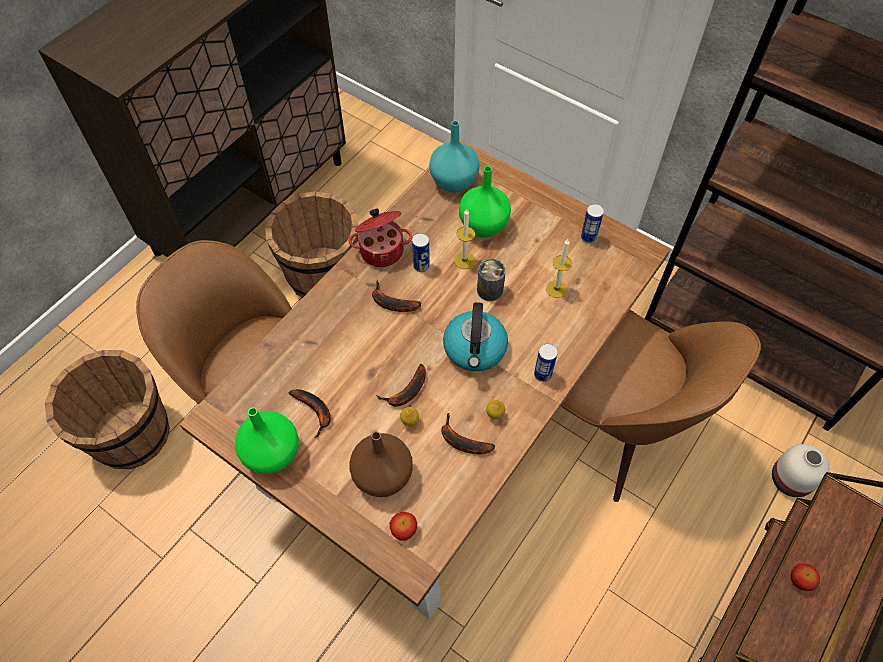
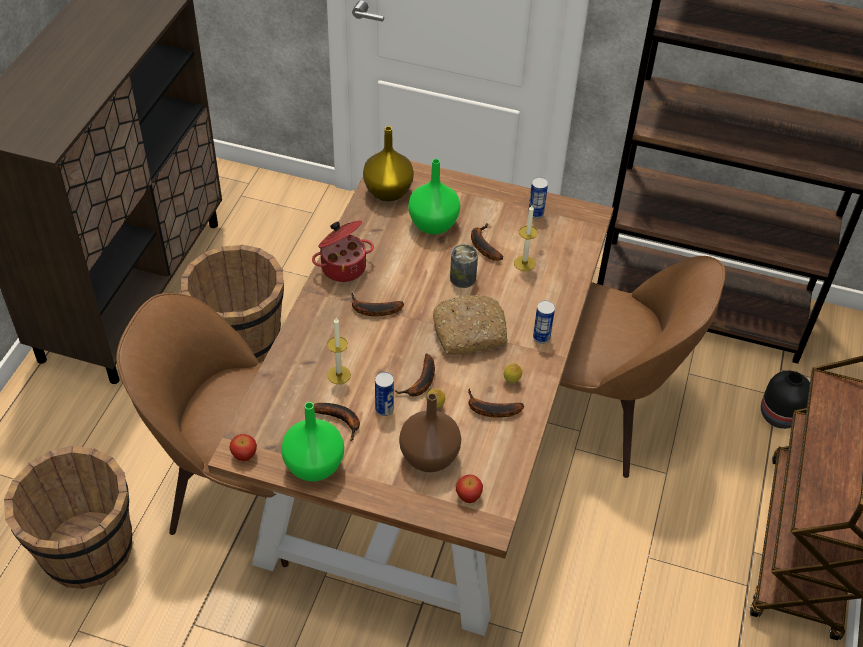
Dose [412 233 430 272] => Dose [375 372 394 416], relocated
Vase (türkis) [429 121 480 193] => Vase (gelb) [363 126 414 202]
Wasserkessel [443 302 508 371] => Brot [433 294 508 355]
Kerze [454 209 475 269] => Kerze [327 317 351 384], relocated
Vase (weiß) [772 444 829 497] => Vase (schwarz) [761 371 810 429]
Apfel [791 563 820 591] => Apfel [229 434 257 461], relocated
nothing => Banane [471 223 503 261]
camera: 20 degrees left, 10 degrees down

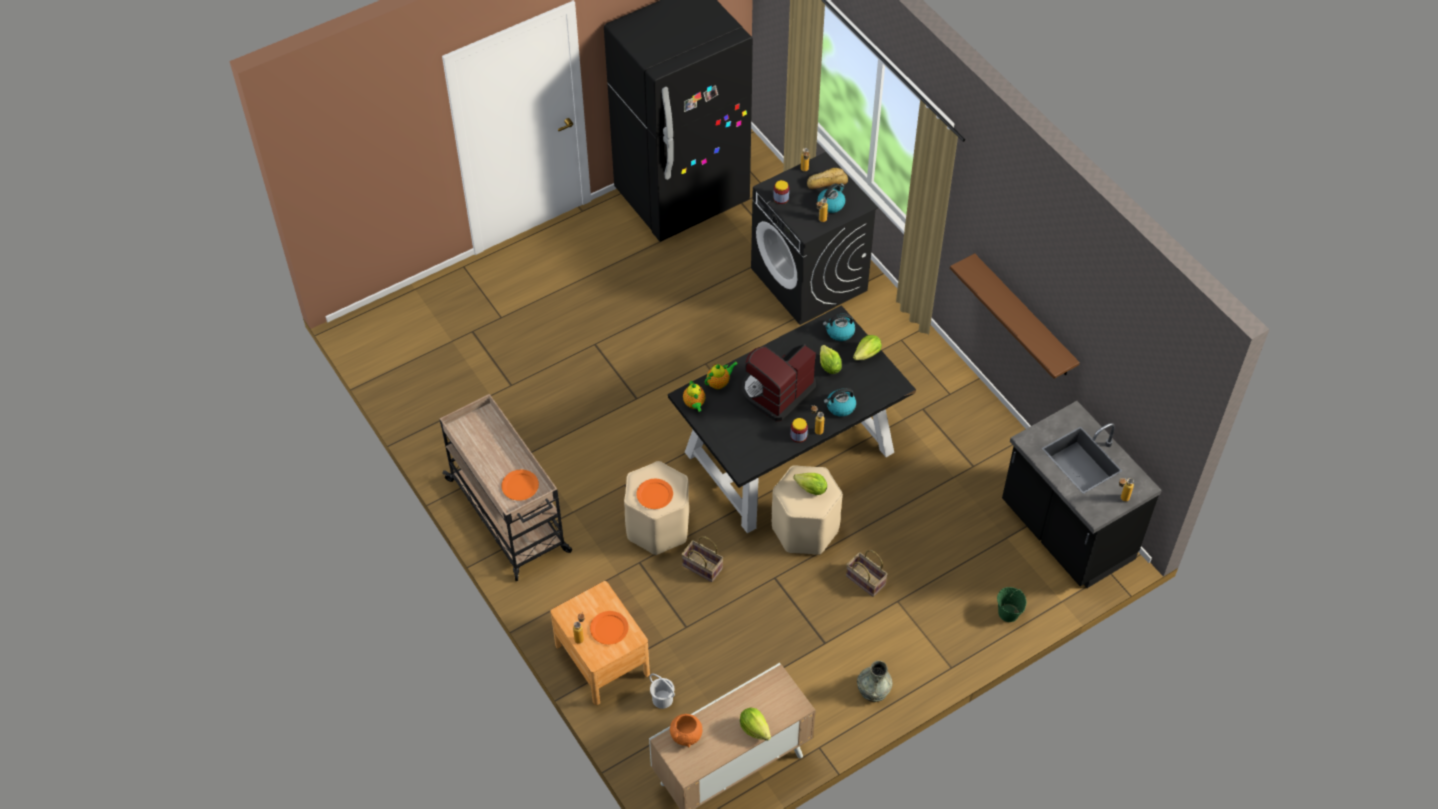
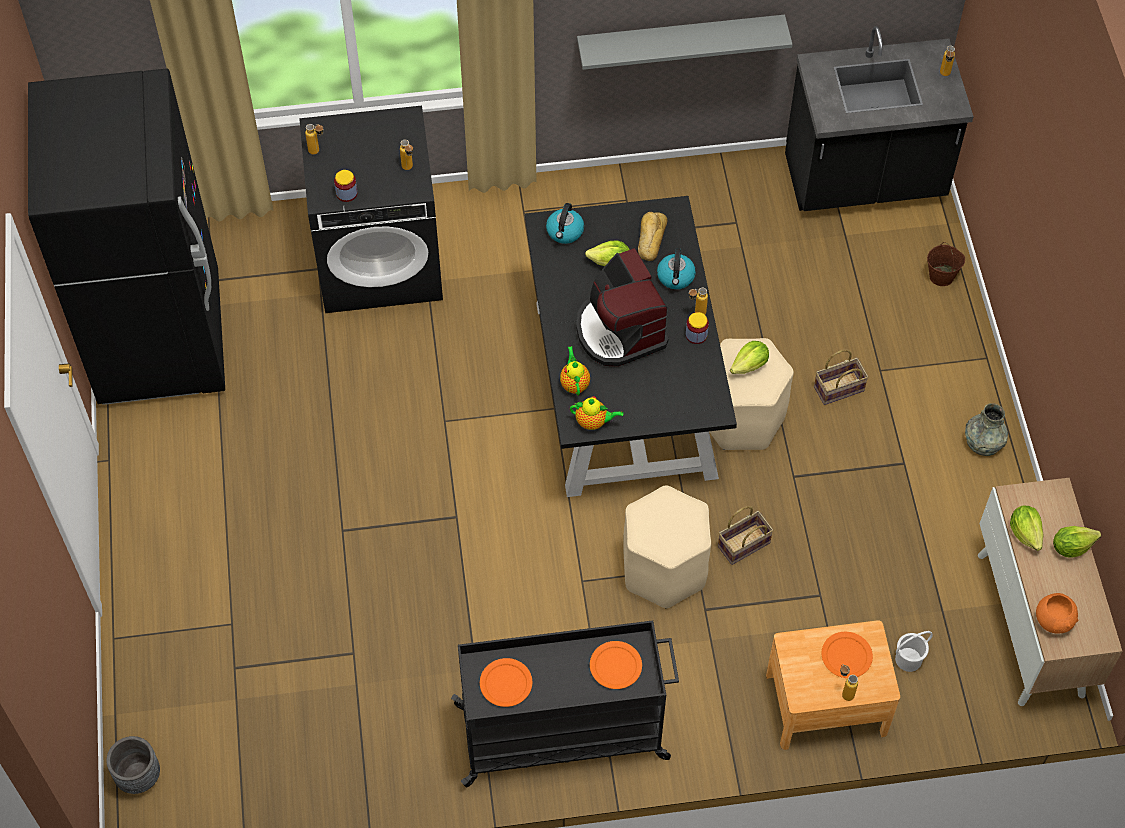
Rollwagen (beige) [440 394 572 581] => Rollwagen (schwarz) [451 620 679 787]
Teller (orange) [636 479 673 509] => Teller (orange) [480 658 532 707], relocated
Brot [807 168 848 189] => Brot [638 212 667 261], relocated
Wasserkessel [817 183 845 213] => nothing
Salatkopf [853 335 882 360] => Salatkopf [1010 505 1044 551], relocated
Wandregal (braun) [950 253 1080 379] => Wandregal (grau) [577 15 792 70]
Eimer (grün) [997 587 1027 622] => Eimer (braun) [927 242 965 286]
nothing => Pflanzkübel (grau) [106 736 160 794]
camera: 65 degrees left, 5 degrees up

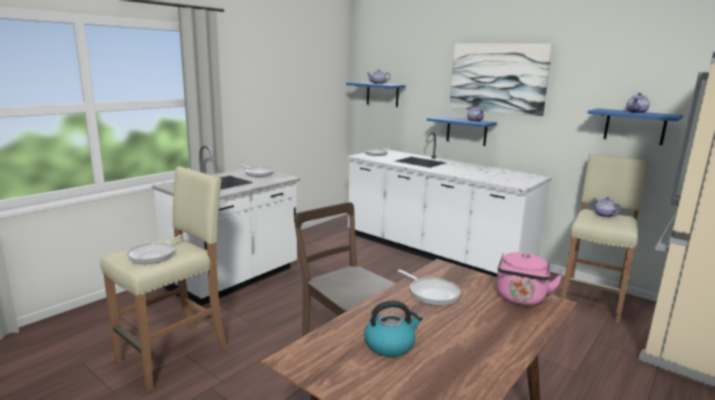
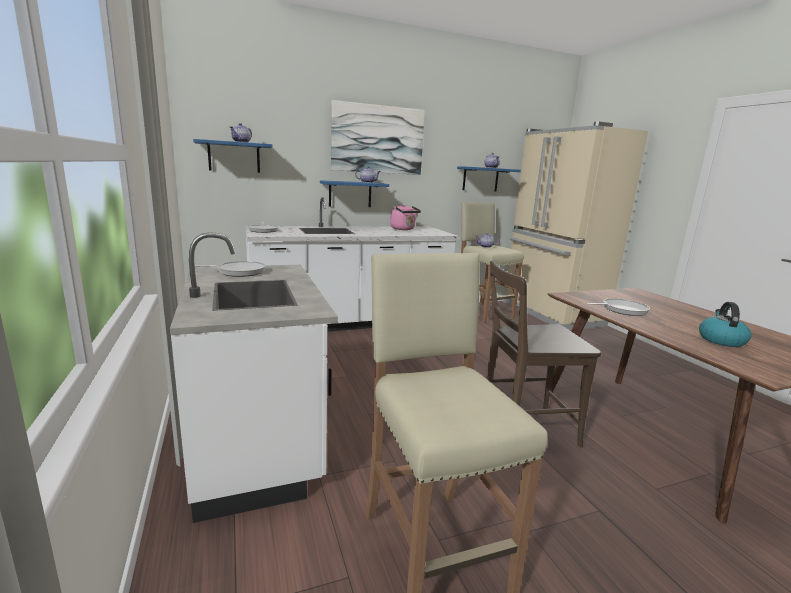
Pfanne [127 235 183 264] => nothing
Wasserkessel (rosa) [496 252 563 306] => Wasserkessel (rosa) [390 204 421 230], relocated
camera: 60 degrees left, 0 degrees up

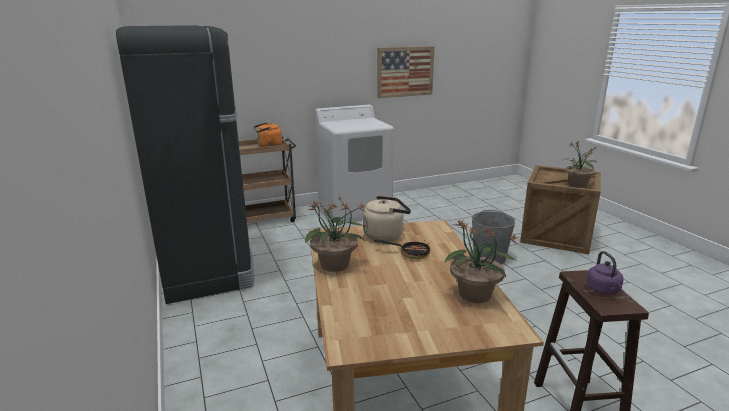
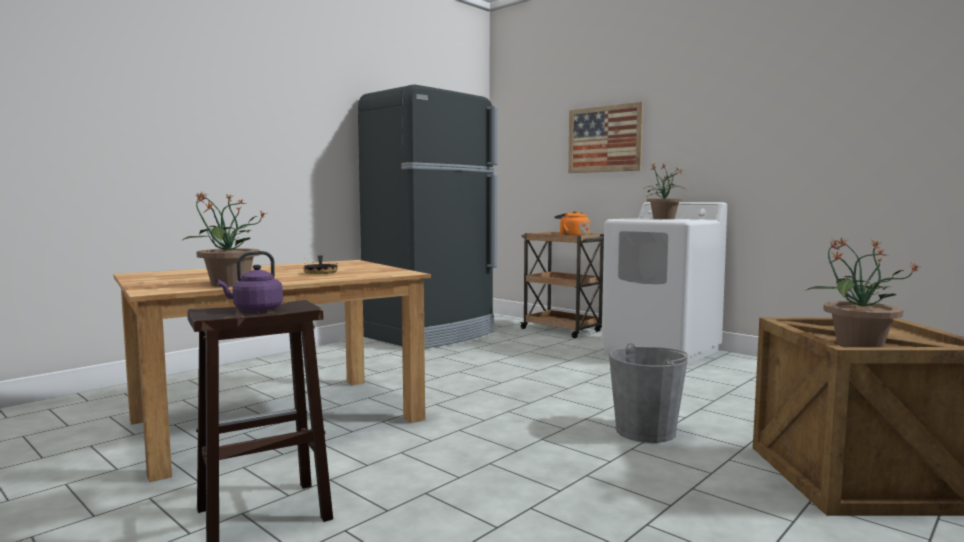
Topfpflanze [305 197 365 272] => Topfpflanze [643 163 687 219], relocated
Wasserkessel (beige) [363 196 411 242] => nothing
Bild [377 46 434 98] => Bild [568 102 644 173], relocated
camera: 65 degrees right, 15 degrees down

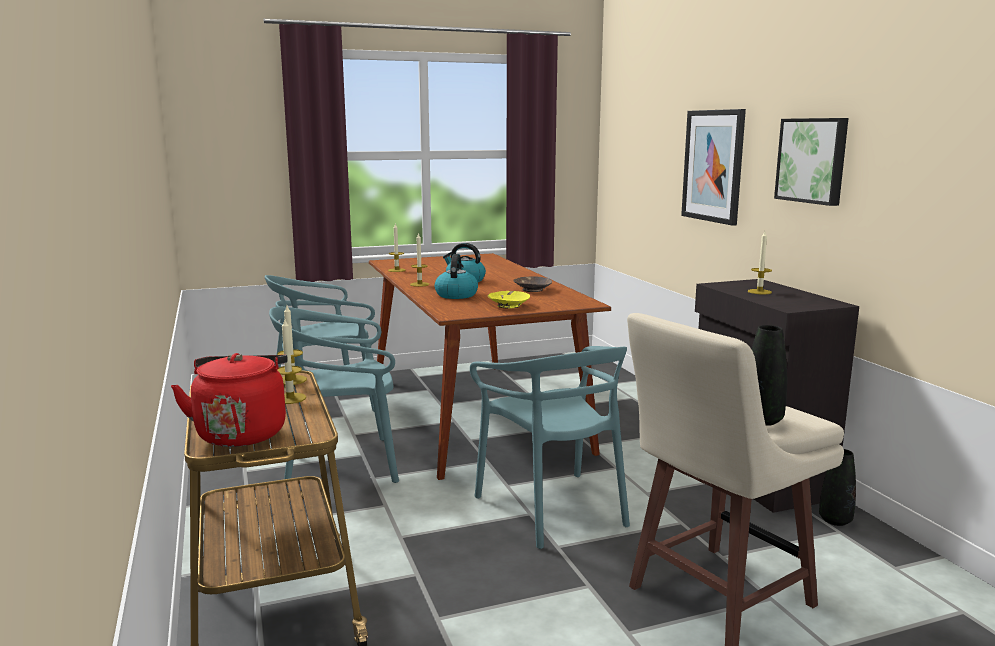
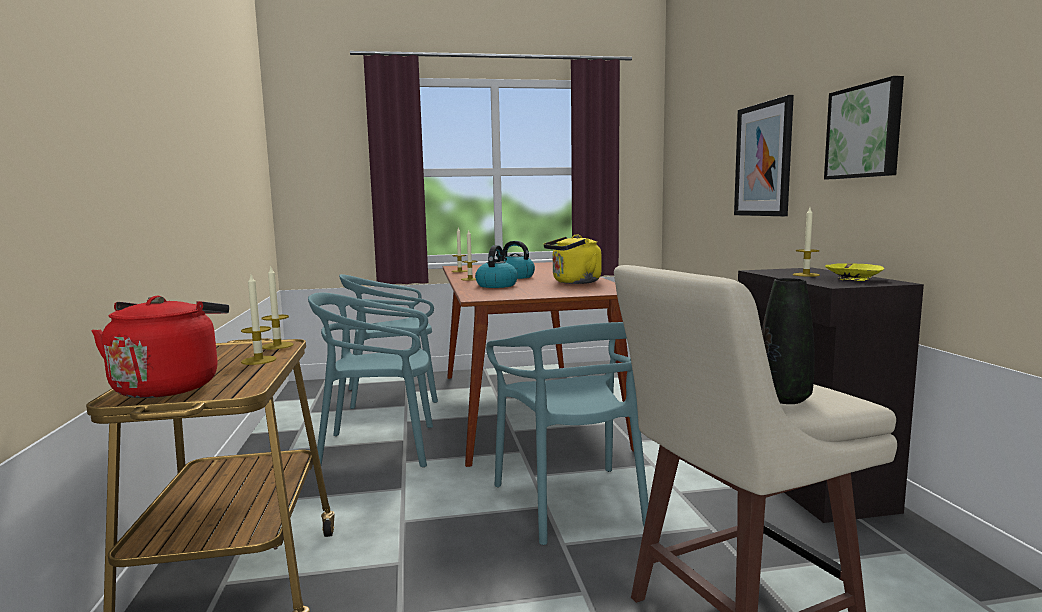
Schüssel (gelb) [488 291 530 309] => Schüssel (gelb) [825 264 884 281], relocated
Schüssel (braun) [513 277 552 292] => Wasserkessel (gelb) [543 234 602 284]
Vase (schwarz) [819 449 856 526] => nothing
camera: 10 degrees right, 5 degrees down

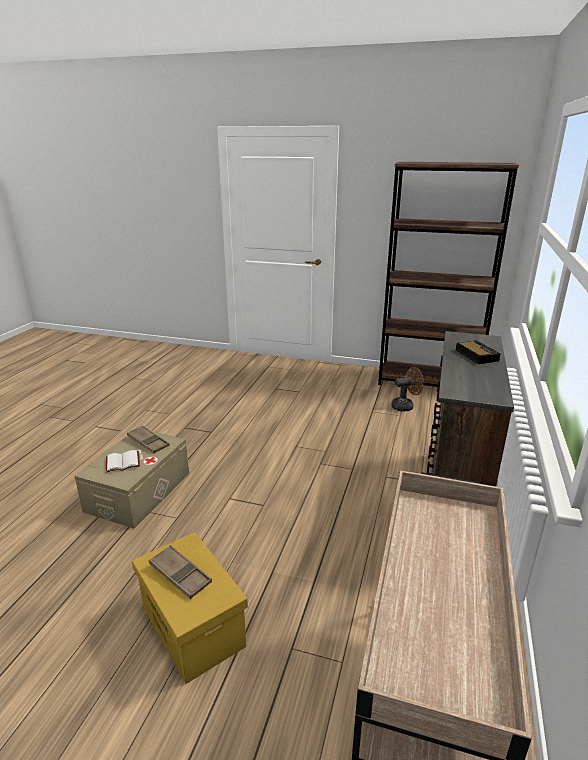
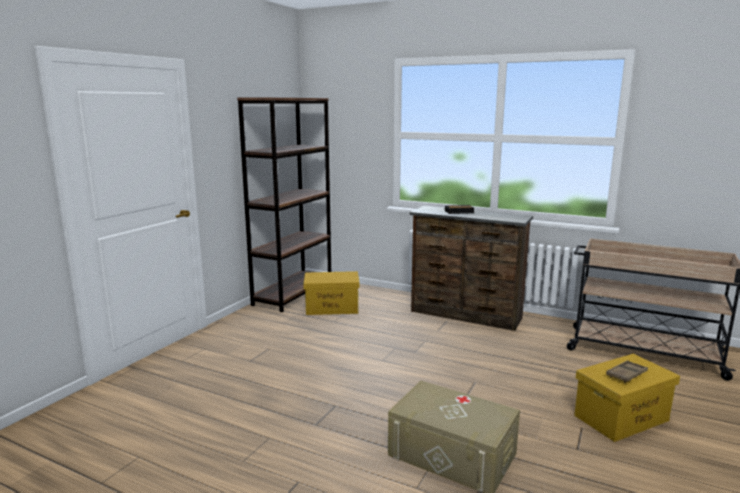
Buch (weiß) [106 450 140 473] => nothing
Tablett (braun) [127 426 169 453] => nothing
Ventilator (braun) [391 367 424 412] => Aufbewahrungsbox (gelb) [303 271 360 315]
camera: 80 degrees left, 10 degrees down

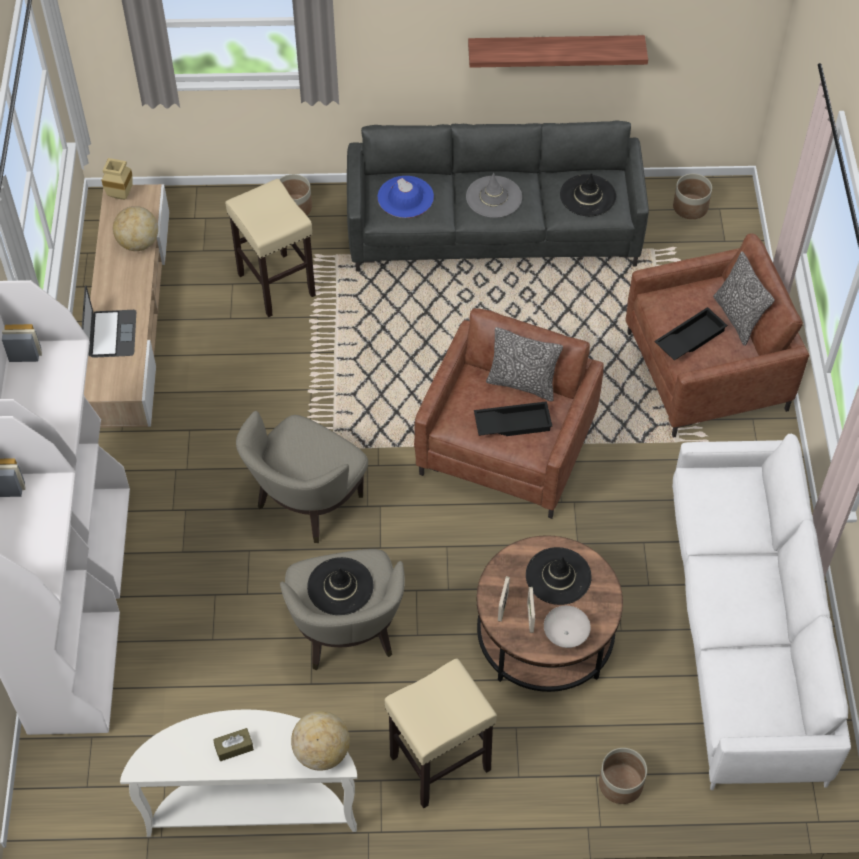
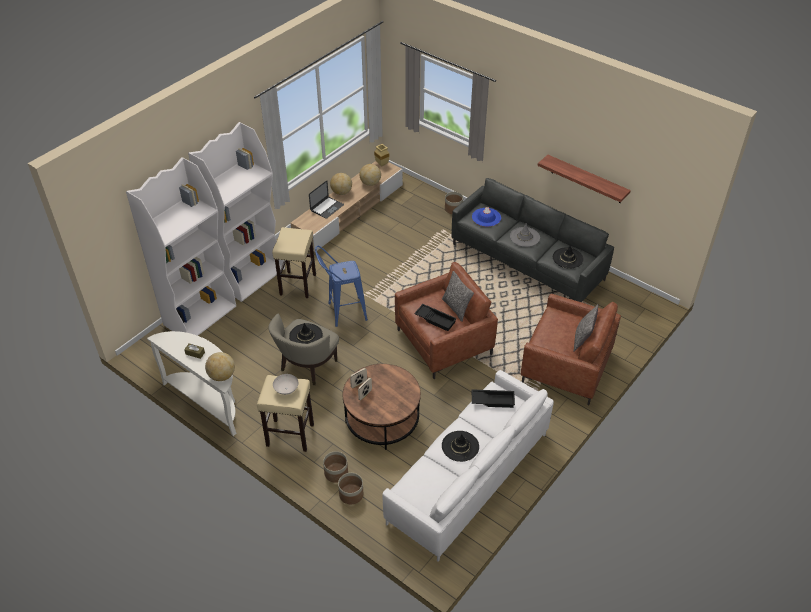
Hocker (beige) [225 179 316 317] => Hocker (beige) [272 227 316 298], relocated
Sessel (beige) [236 411 368 543] => Hocker (blau) [315 246 368 327]
Hut (schwarz) [526 547 592 605] => Hut (schwarz) [442 431 479 462], relocated
Schüssel (weiß) [544 606 591 648] => Schüssel (weiß) [273 374 299 395], relocated
Tablett (schwarz) [654 307 728 361] => Tablett (schwarz) [472 389 515 408], relocated
Pflanzkübel [673 174 712 219] => Pflanzkübel [323 451 348 483], relocated
nothing => Globus [330 173 352 195]
camera: 40 degrees right, 10 degrees down

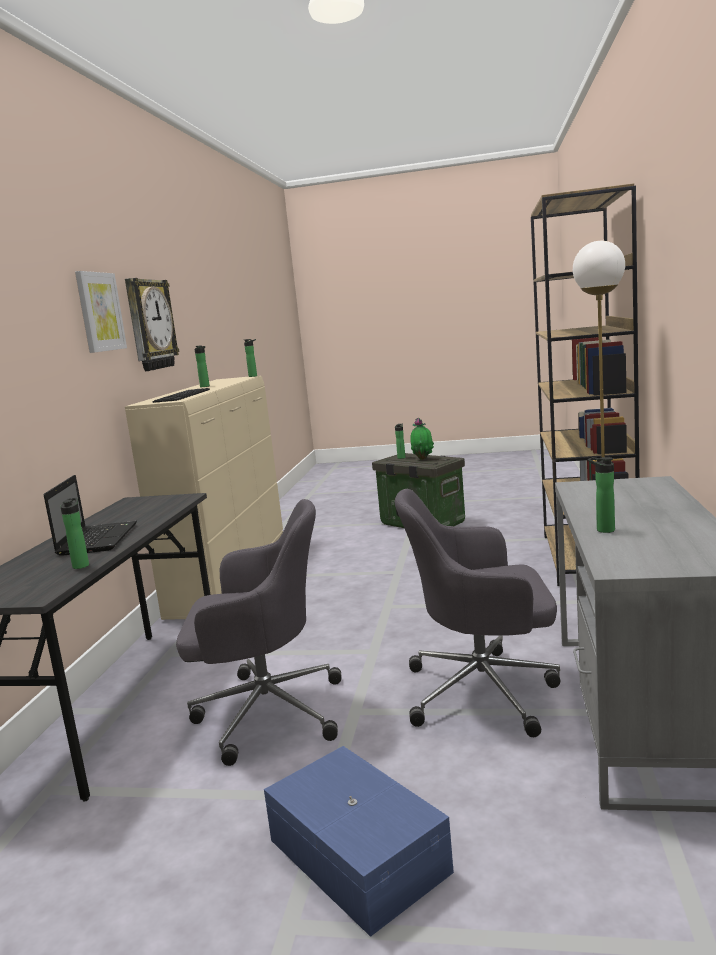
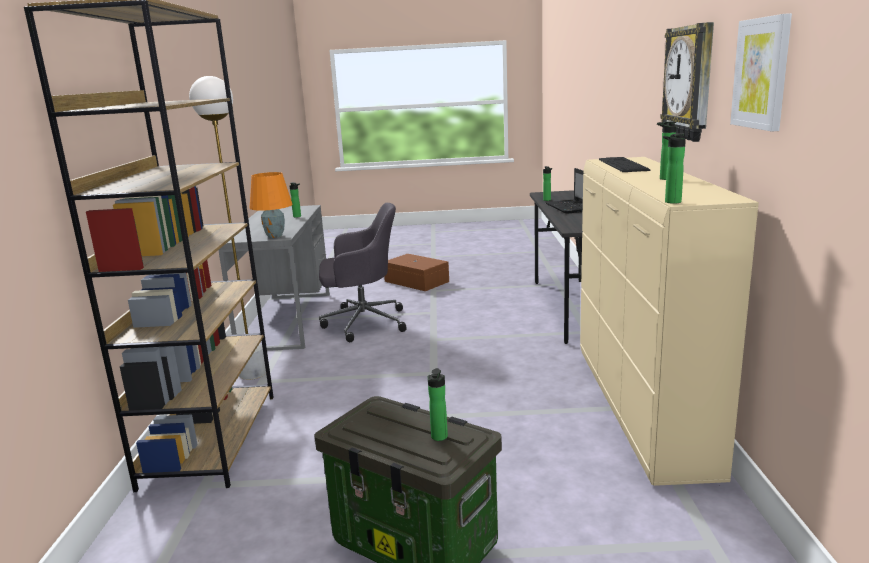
Bild [75 271 127 353] => Bild [730 13 792 131], relocated
Bürostuhl (grau) [176 499 341 766] => nothing
Aufbewahrungsbox (blau) [264 746 454 937] => Aufbewahrungsbox (braun) [384 254 449 291]
Topfpflanze [410 417 434 460] => nothing
nothing => Tischlampe (orange) [250 172 292 238]
camera: 170 degrees right, 5 degrees up

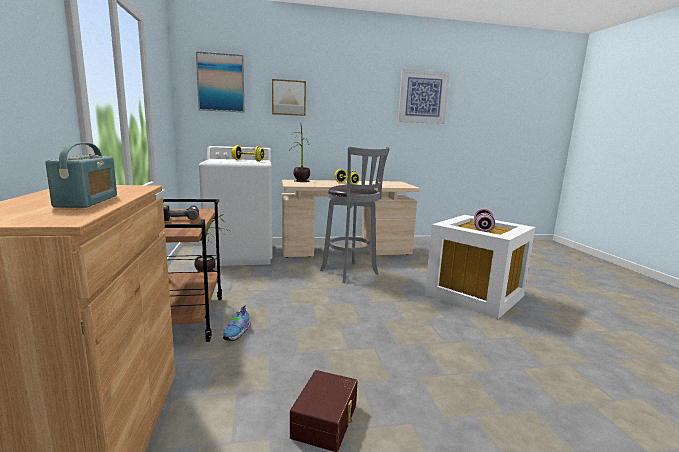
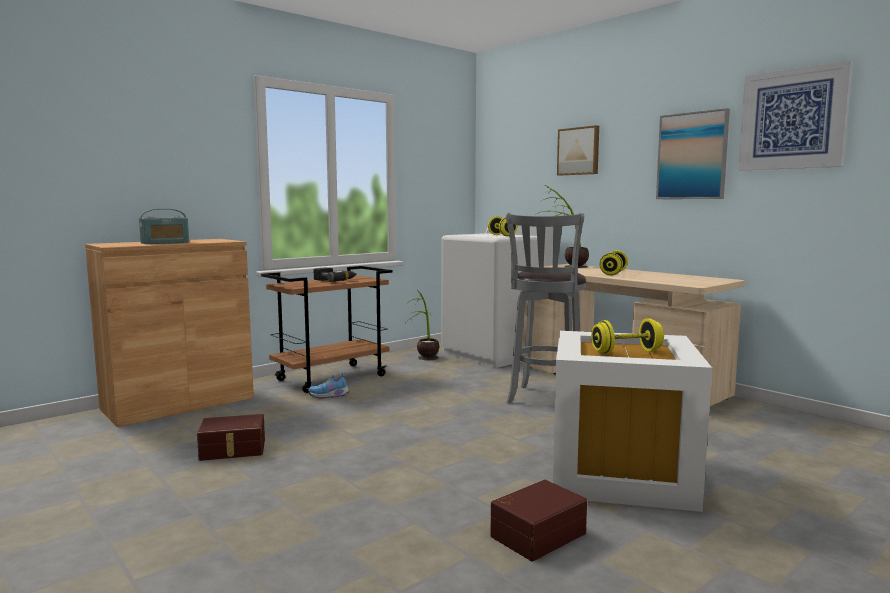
Bild [196 51 245 113] => Bild [656 108 730 199], relocated
Hantel (rosa) [474 208 495 232] => Hantel (gelb) [591 318 664 354]
nothing => Aufbewahrungsbox (braun) [490 479 587 561]
camera: 60 degrees right, 5 degrees down

